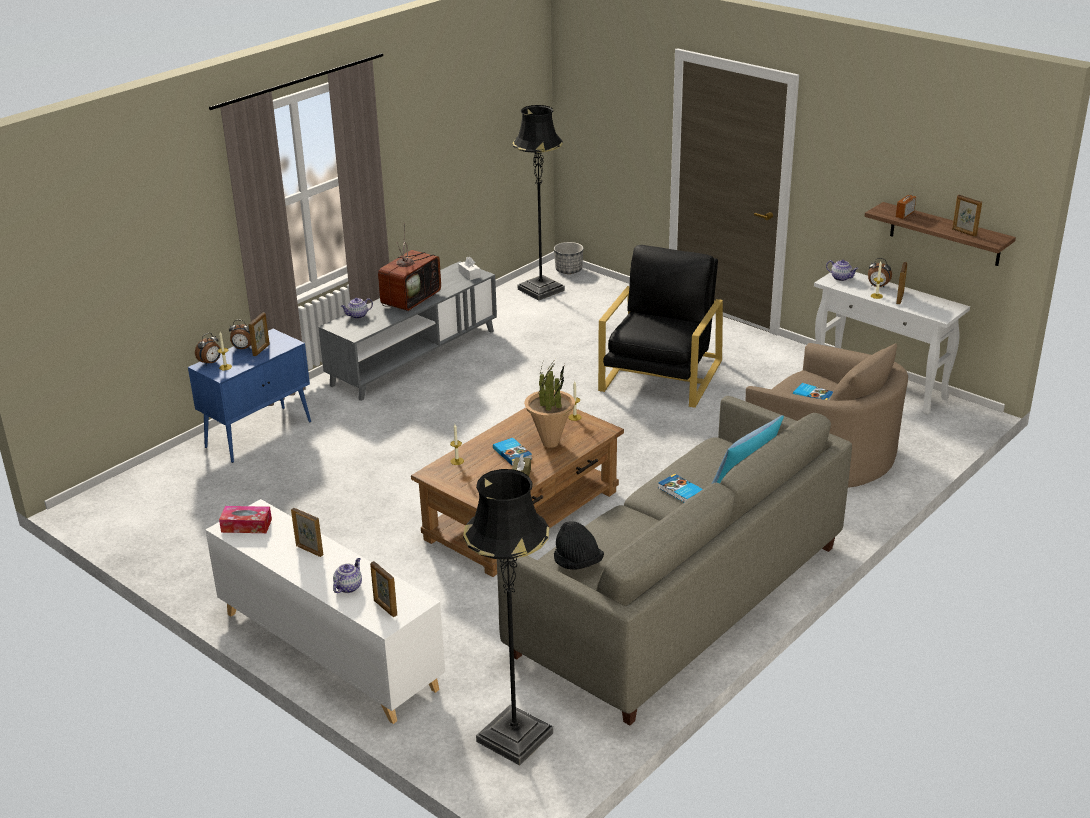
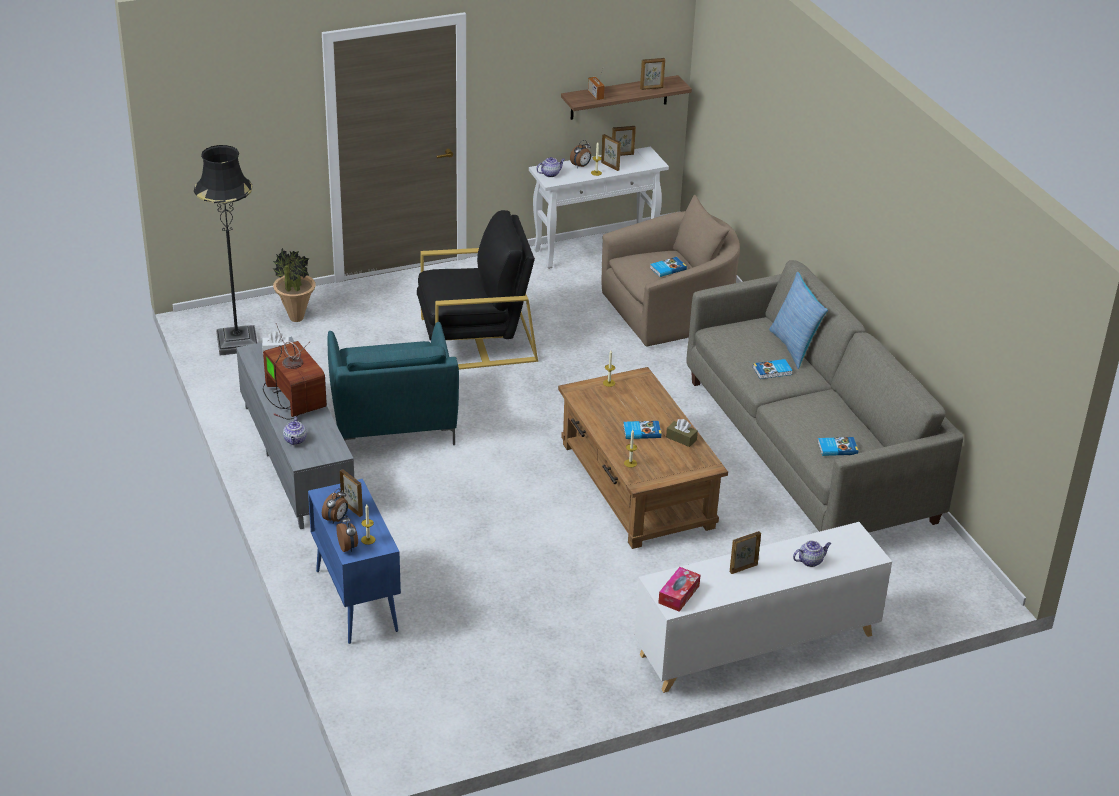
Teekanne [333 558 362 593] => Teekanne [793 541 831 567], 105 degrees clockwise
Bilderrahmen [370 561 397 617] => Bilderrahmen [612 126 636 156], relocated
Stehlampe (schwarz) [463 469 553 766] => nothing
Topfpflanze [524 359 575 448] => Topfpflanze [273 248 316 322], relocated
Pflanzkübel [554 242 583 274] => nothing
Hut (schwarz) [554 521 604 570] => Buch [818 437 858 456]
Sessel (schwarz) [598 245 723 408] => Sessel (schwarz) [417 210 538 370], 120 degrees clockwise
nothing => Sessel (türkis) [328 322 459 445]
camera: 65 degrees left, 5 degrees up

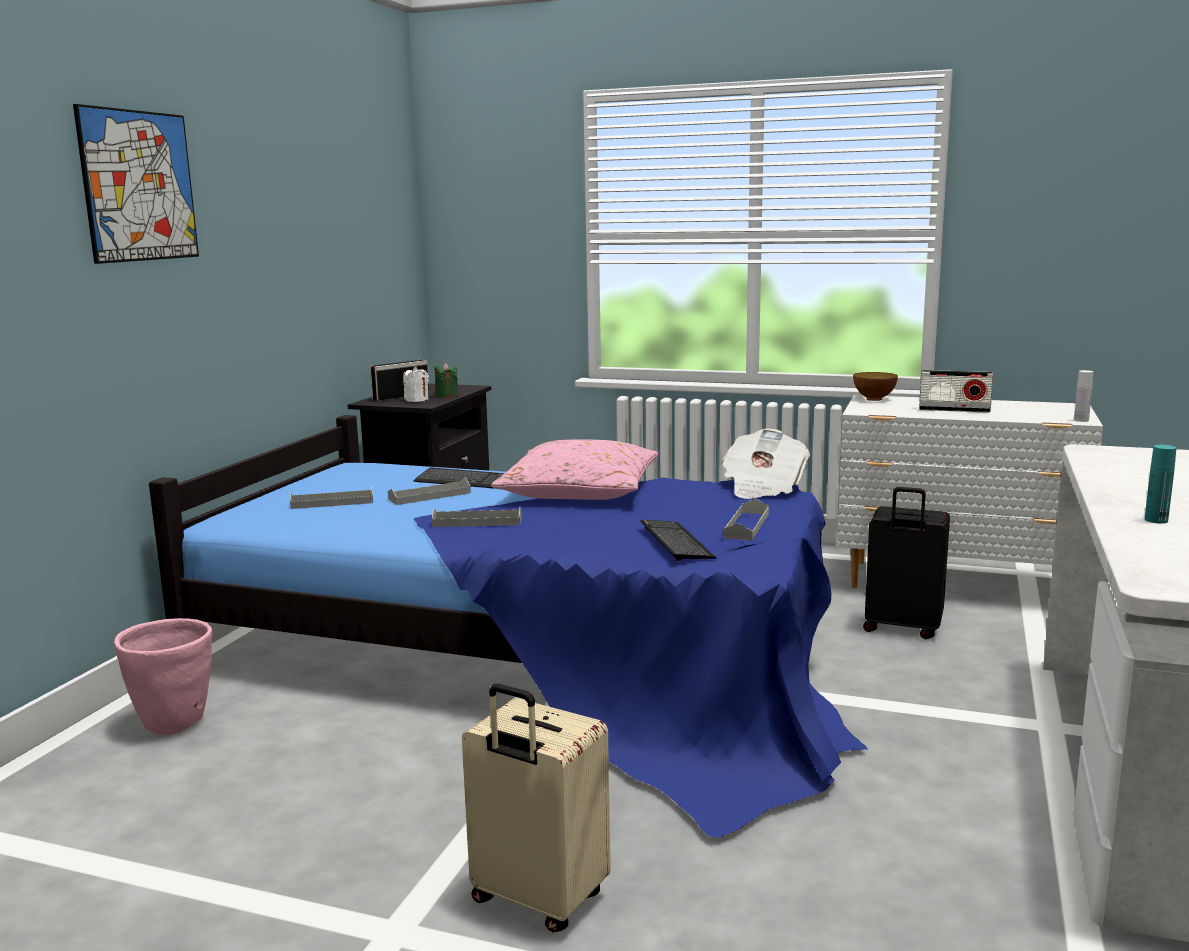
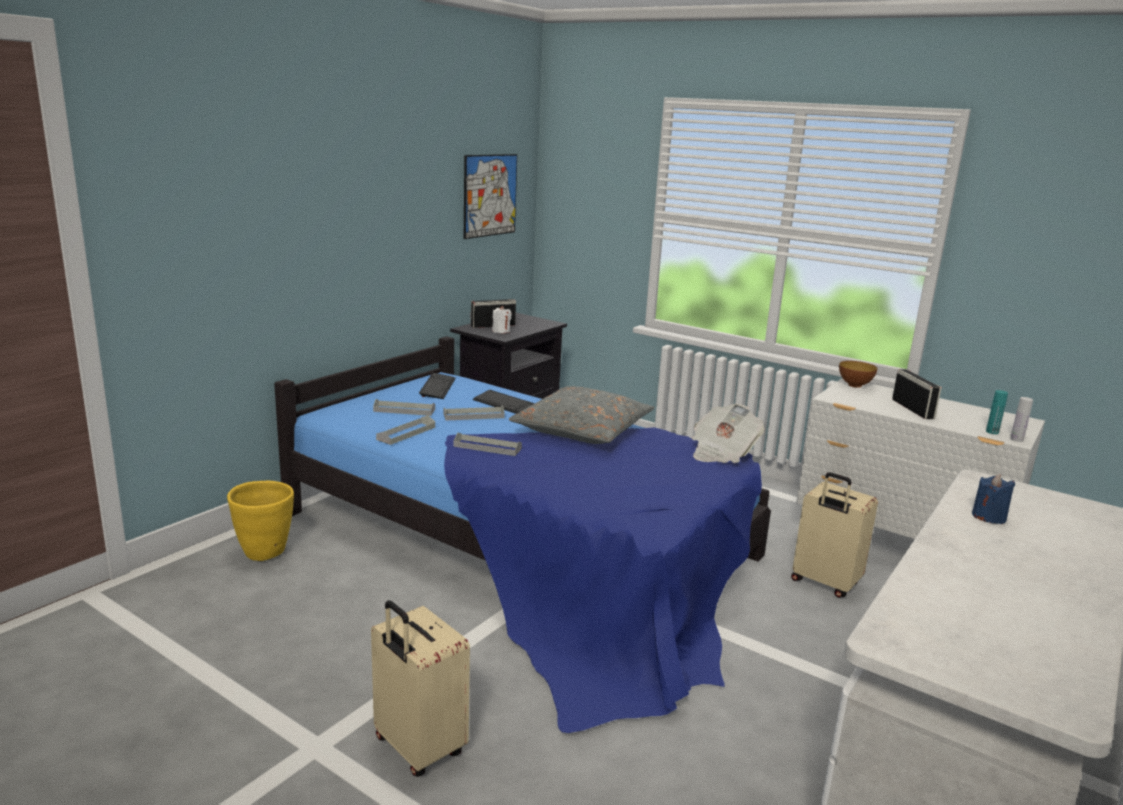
Bild [73 104 199 264] => Bild [464 154 517 239], relocated
Pflanzkübel (rosa) [114 618 212 735] => Pflanzkübel (gelb) [227 481 294 561]
Kerze (grün) [434 362 458 398] => nothing
Kissen (rosa) [491 439 658 500] => Kissen (grau) [509 386 654 444]
Tastatur [641 520 716 561] => Tastatur [419 373 456 399], relocated
Tablett (grau) [723 499 769 540] => Tablett (grau) [376 415 435 445], relocated
Koffer (schwarz) [863 487 950 639] => Koffer (beige) [791 472 878 598]
Radio [919 370 993 413] => Radio [892 369 942 419], 135 degrees counterclockwise
Flasche (türkis) [1145 445 1176 524] => Flasche (türkis) [986 390 1008 434], relocated
nothing => Kerze (blau) [972 474 1015 524]
camera: 15 degrees right, 5 degrees up

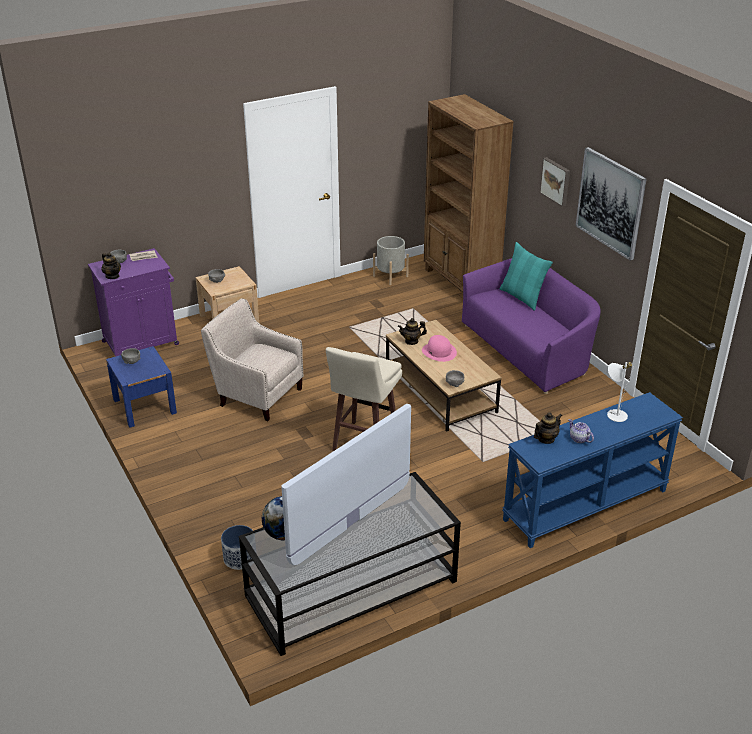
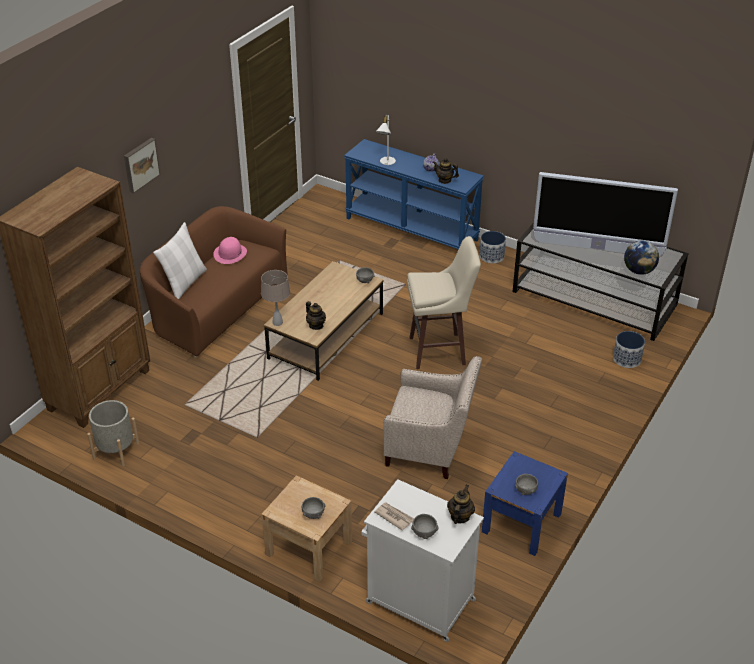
Schrank (lila) [88 248 179 357] => Schrank (weiß) [361 479 484 642]
Sessel (beige) [201 298 304 421] => Sessel (beige) [383 356 482 479], 75 degrees counterclockwise
Hut (rosa) [422 335 457 362] => Hut (rosa) [213 237 247 264], relocated
Sofa (lila) [462 258 601 394] => Sofa (braun) [140 206 288 358]
Kissen (türkis) [499 242 553 311] => Kissen (weiß) [153 222 207 299]
Bild [576 147 647 261] => nothing
nothing => Tischlampe (beige) [261 270 290 326]
nothing => Pflanzkübel [479 231 506 263]
camera: 120 degrees left, 5 degrees up

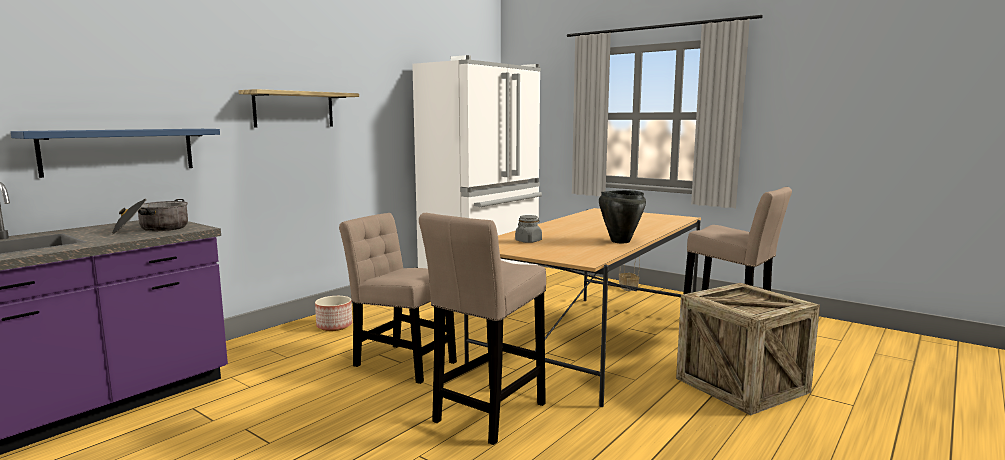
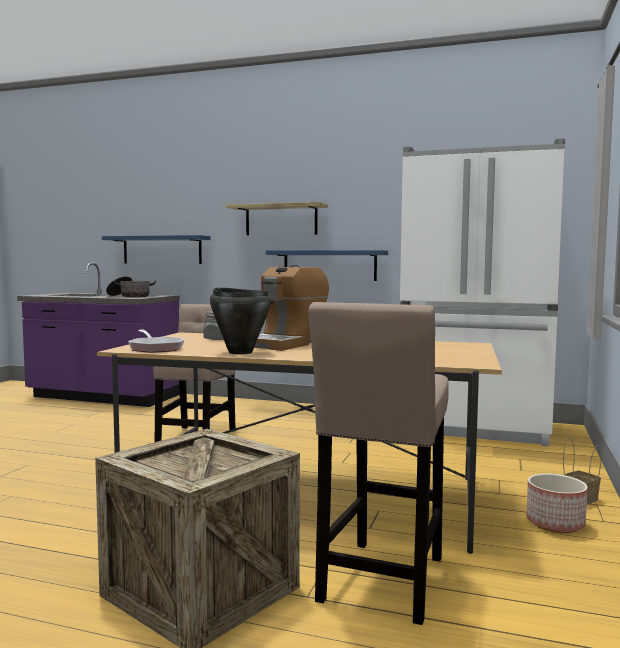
Pflanzkübel [315 296 352 331] => Pflanzkübel [526 473 588 533], relocated
Hocker (beige) [419 213 546 445] => nothing
nothing => Pfanne [128 330 185 353]
nothing => Kaffeemaschine [254 265 329 351]
nothing => Wandregal (blau) [266 250 388 281]
camera: 70 degrees right, 5 degrees down

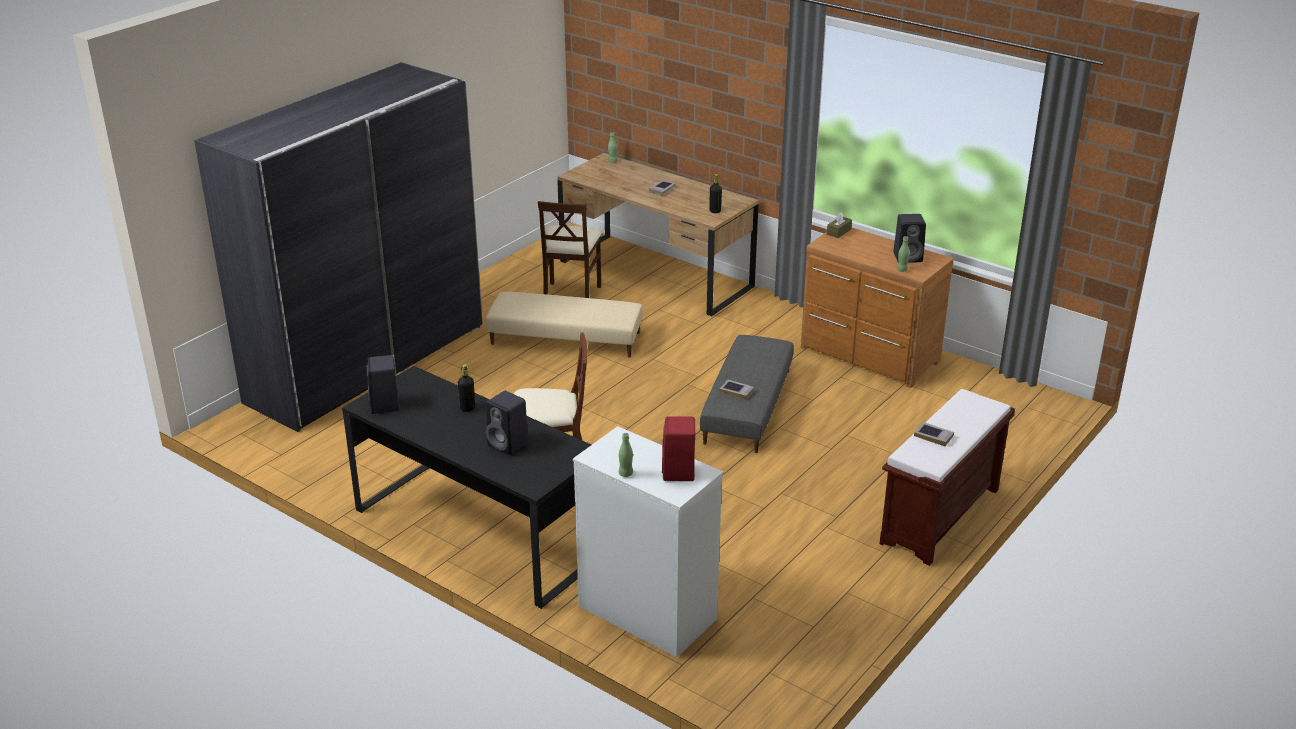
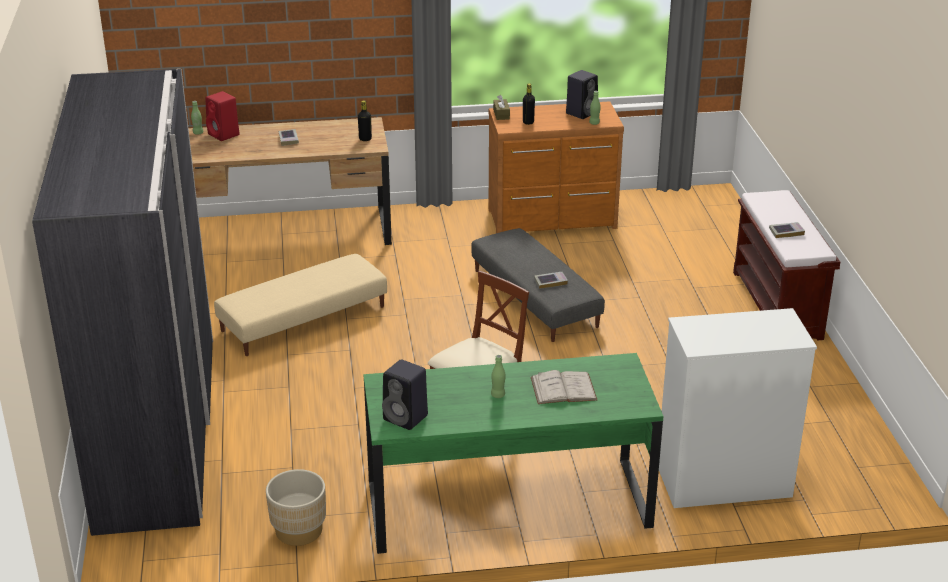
Schreibtisch (schwarz) [342 366 591 609] => Schreibtisch (grün) [363 353 663 554]
Flasche (schwarz) [458 364 475 412] => Flasche (schwarz) [523 83 535 125], relocated
Lautsprecher (schwarz) [486 391 529 455] => Buch (weiß) [531 370 597 404]
Stuhl (beige) [538 201 602 298] => nothing
Flasche (grün) [619 433 633 477] => Flasche (grün) [491 355 506 398], relocated
Lautsprecher (rot) [662 416 695 481] => Lautsprecher (rot) [206 91 240 141], relocated
nothing => Pflanzkübel (beige) [266 469 326 546]
camera: 45 degrees left, 0 degrees up

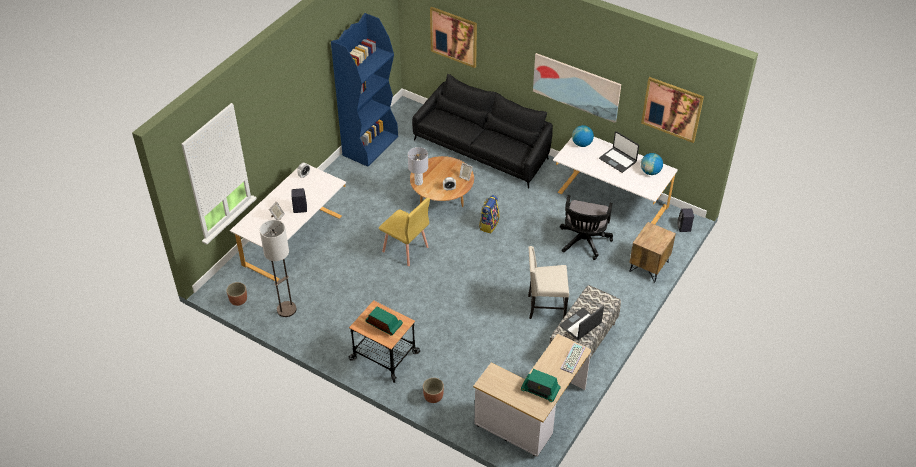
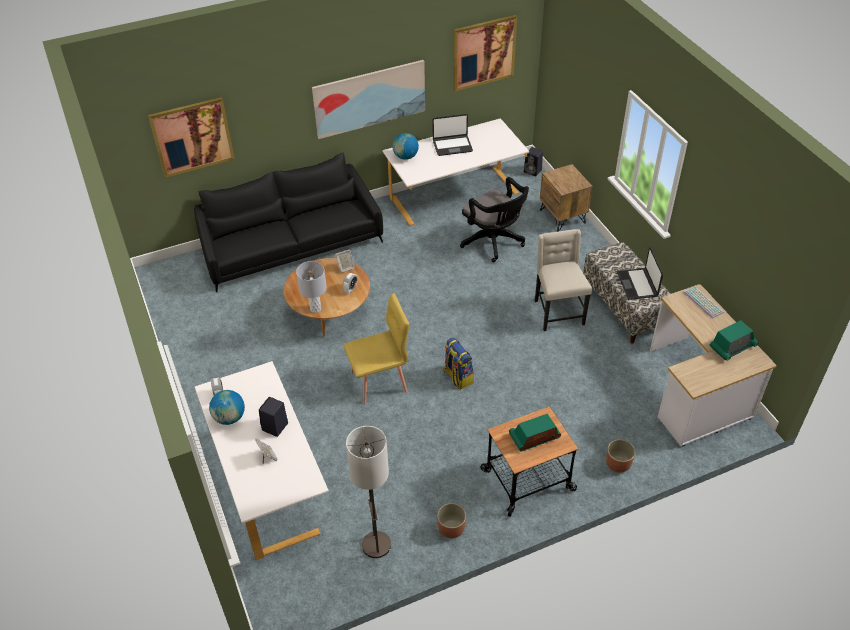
Pflanzkübel [226 282 247 306] => Pflanzkübel [437 503 466 538], relocated
Bücherregal (blau) [331 13 398 167] => nothing
Rucksack [479 195 499 233] => Rucksack [443 337 474 389], relocated
Stuhl (beige) [528 246 569 319] => Stuhl (beige) [535 229 592 331], 135 degrees clockwise
Globus [641 153 663 175] => Globus [209 390 245 425], relocated
camera: 55 degrees left, 0 degrees up

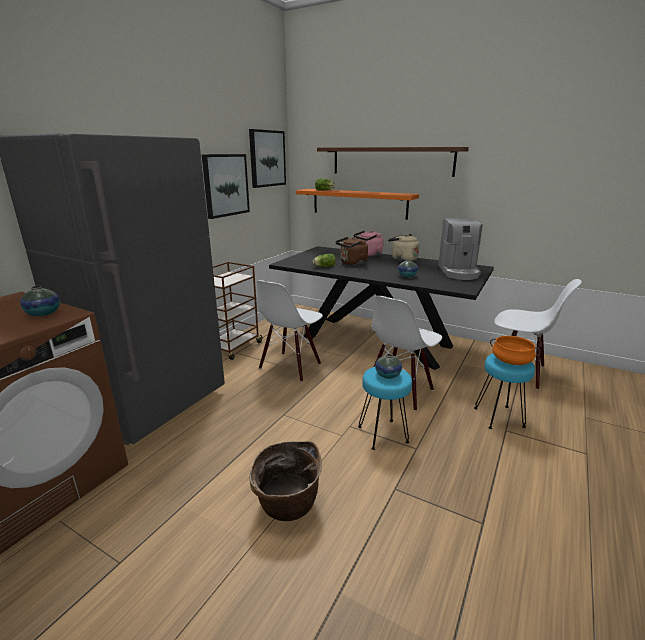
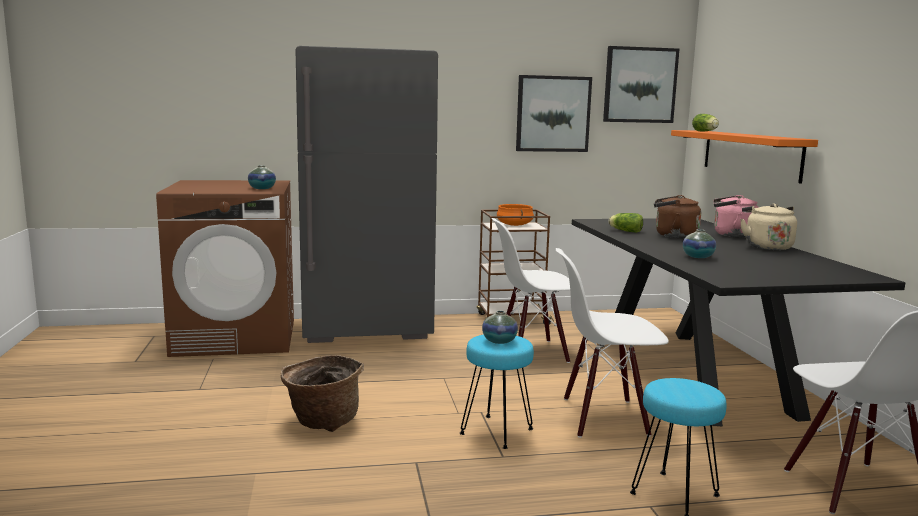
Wandregal (braun) [317 147 469 177] => nothing
Kaffeemaschine [438 218 483 280] => nothing
Kochtopf (orange) [490 336 541 365] => Kochtopf (orange) [497 204 534 226], relocated
camera: 50 degrees right, 10 degrees down

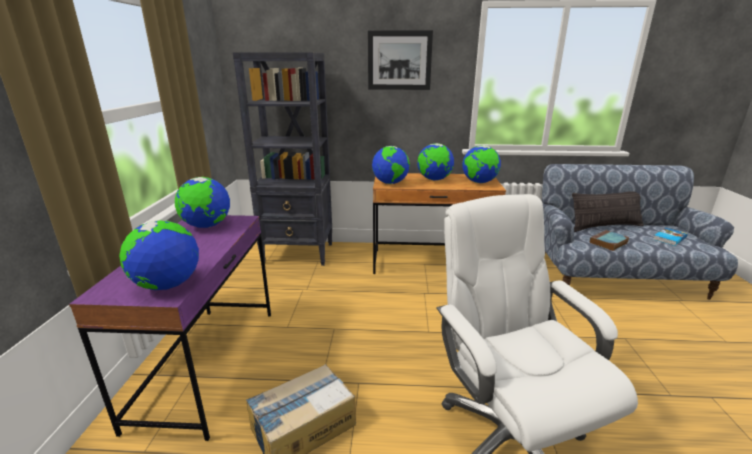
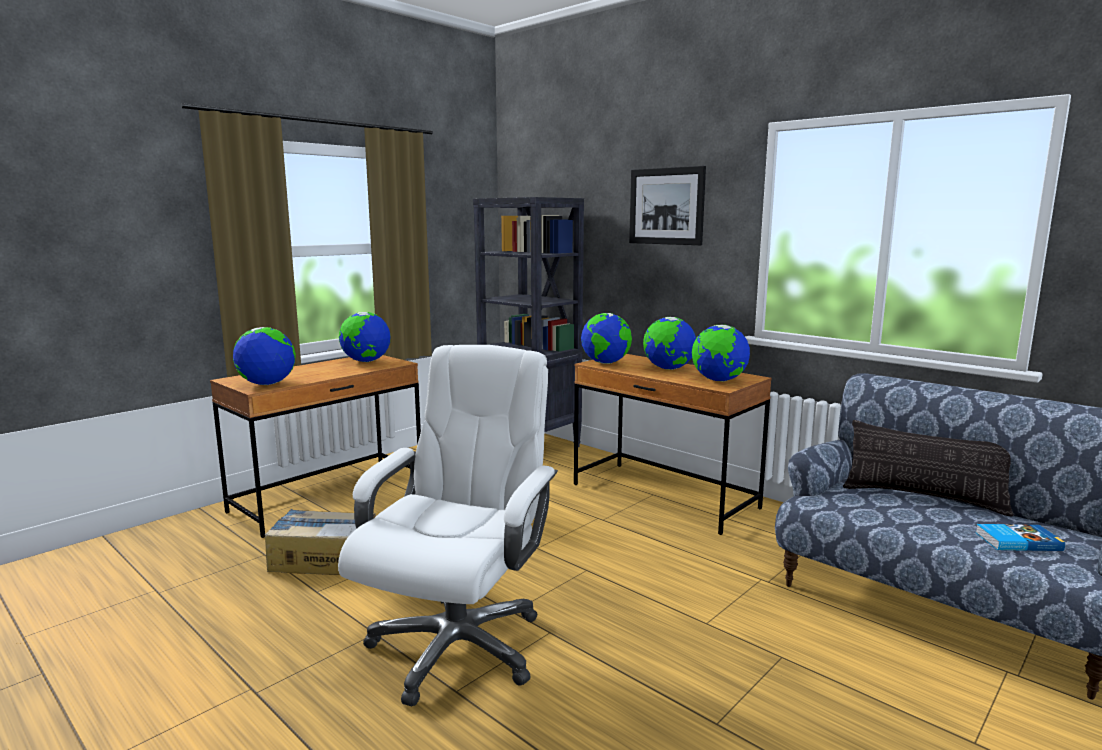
Schreibtisch (lila) [69 215 271 441] => Schreibtisch (braun) [210 355 421 538]
Buch [590 230 629 251] => nothing
camera: 40 degrees right, 10 degrees down

